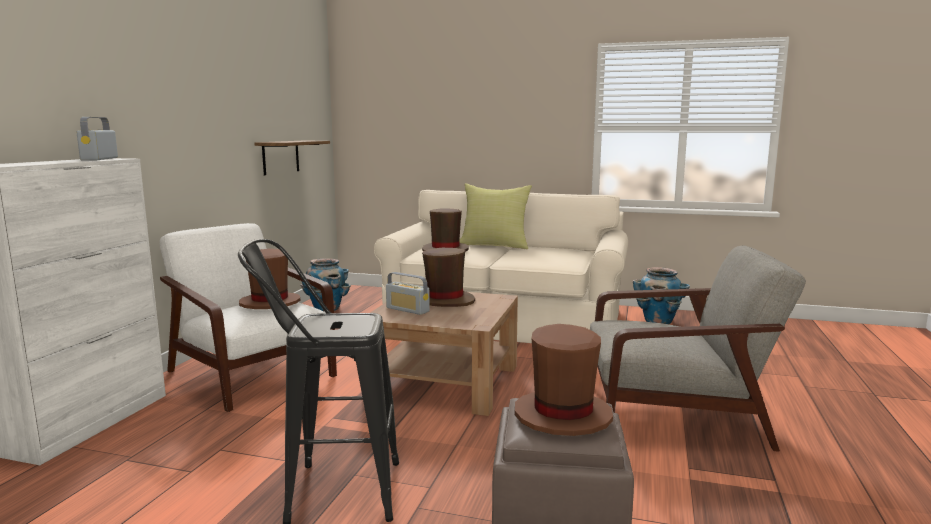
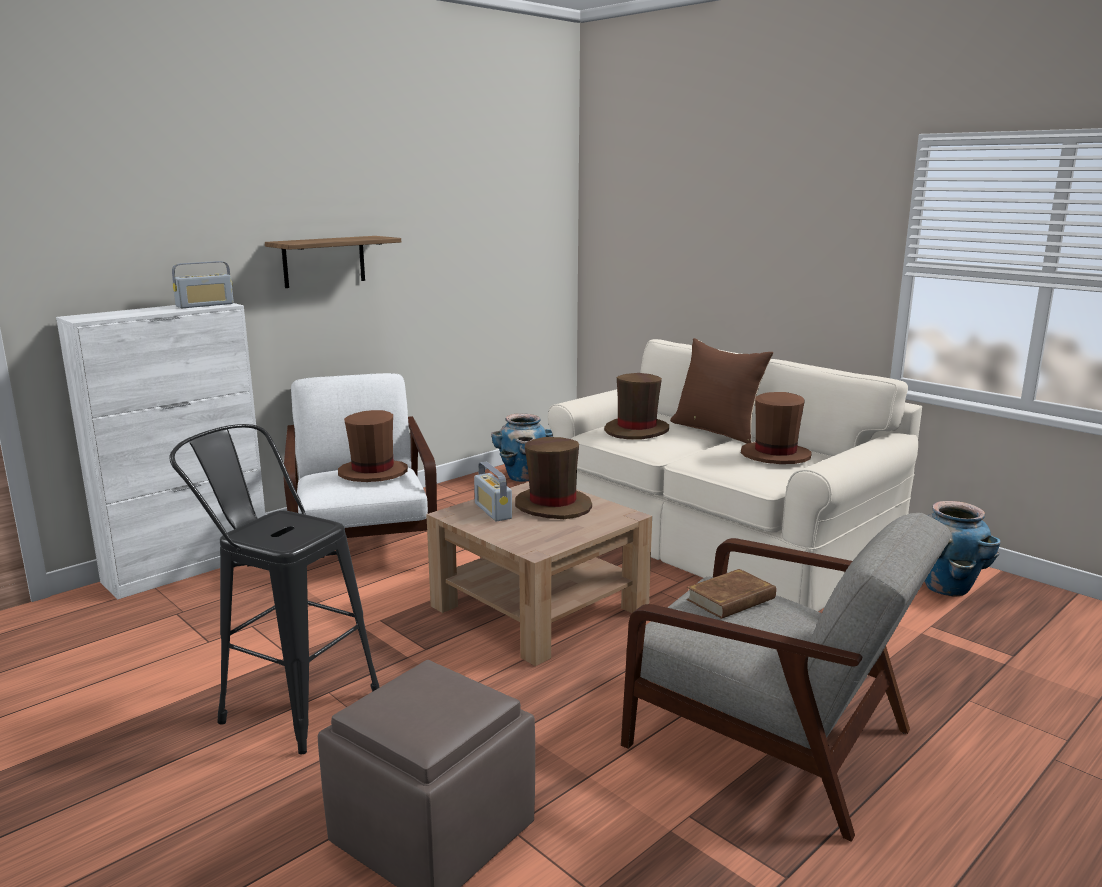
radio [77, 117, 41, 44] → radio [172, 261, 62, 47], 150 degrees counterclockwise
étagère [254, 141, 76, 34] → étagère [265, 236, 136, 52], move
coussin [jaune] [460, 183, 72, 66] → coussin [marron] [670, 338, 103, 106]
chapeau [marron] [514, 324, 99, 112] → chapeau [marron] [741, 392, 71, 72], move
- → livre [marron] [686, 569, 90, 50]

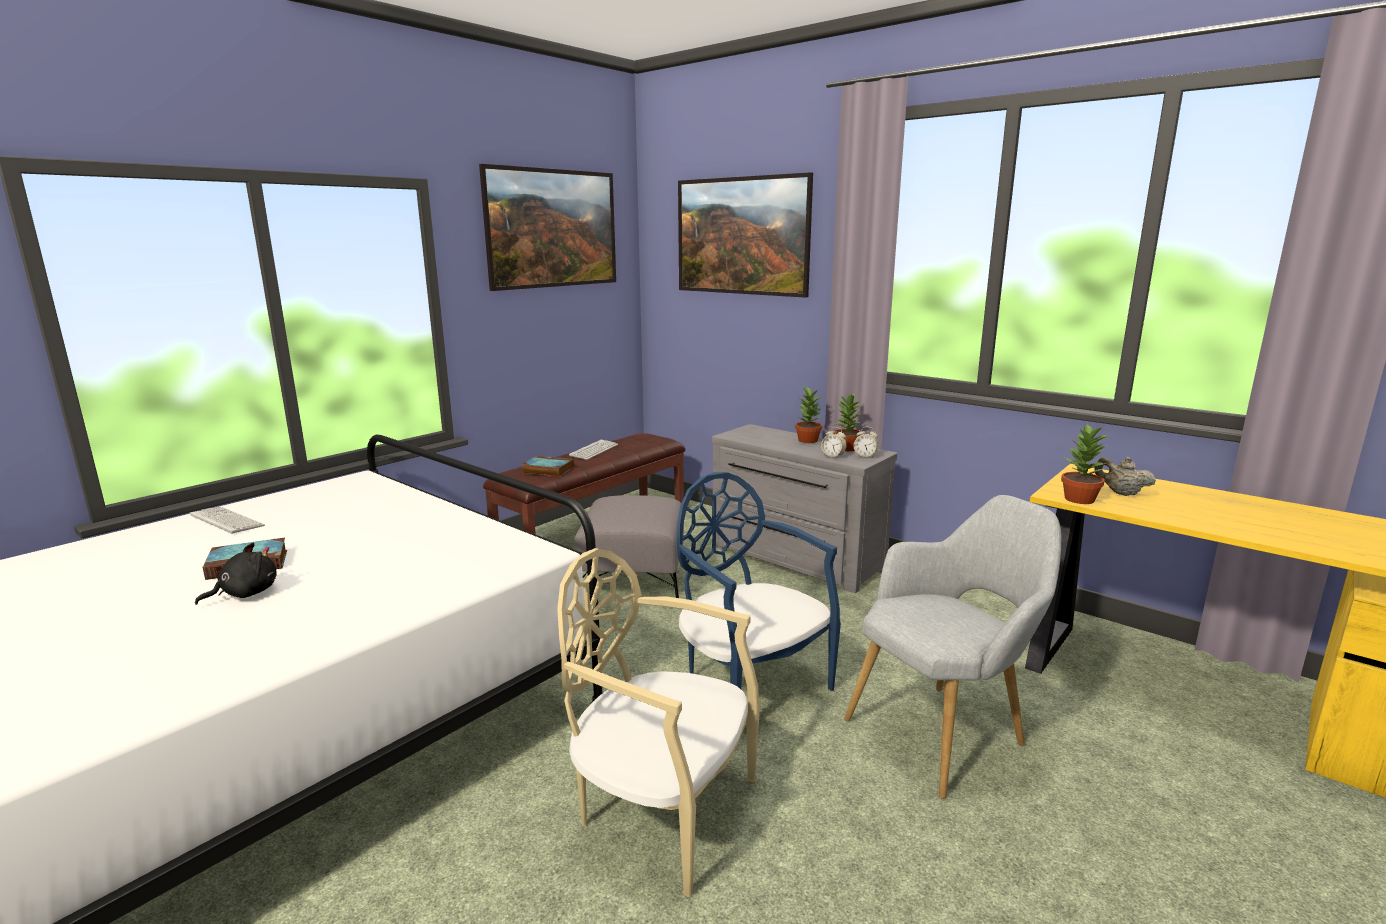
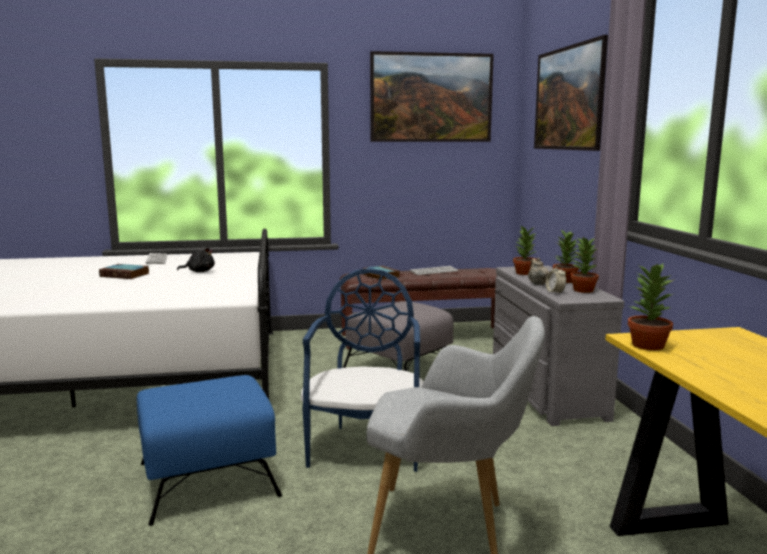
réveil [853, 427, 25, 31] → -
théière [beige] [1095, 457, 61, 39] → théière [beige] [528, 258, 21, 27], move
peluche [noir] [195, 543, 82, 62] → peluche [noir] [177, 248, 38, 24], move
chaise [beige] [557, 548, 203, 349] → pouf [bleu] [137, 375, 145, 151]
- → plante en pot [513, 226, 24, 49]

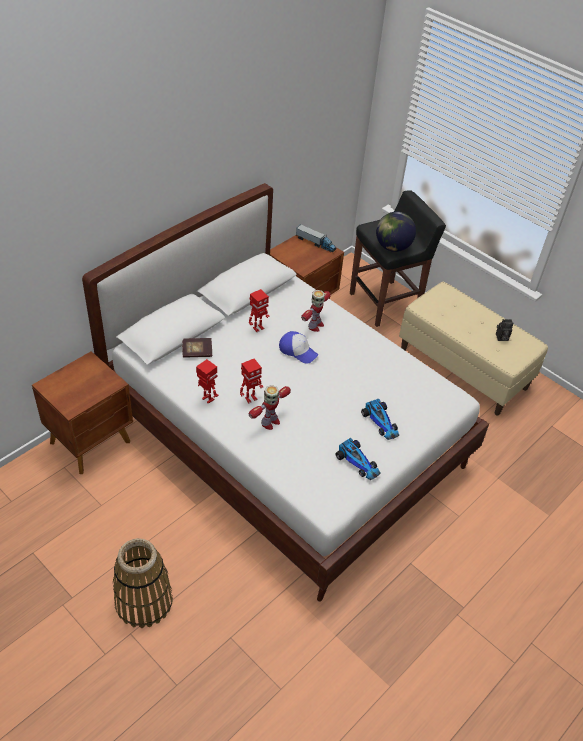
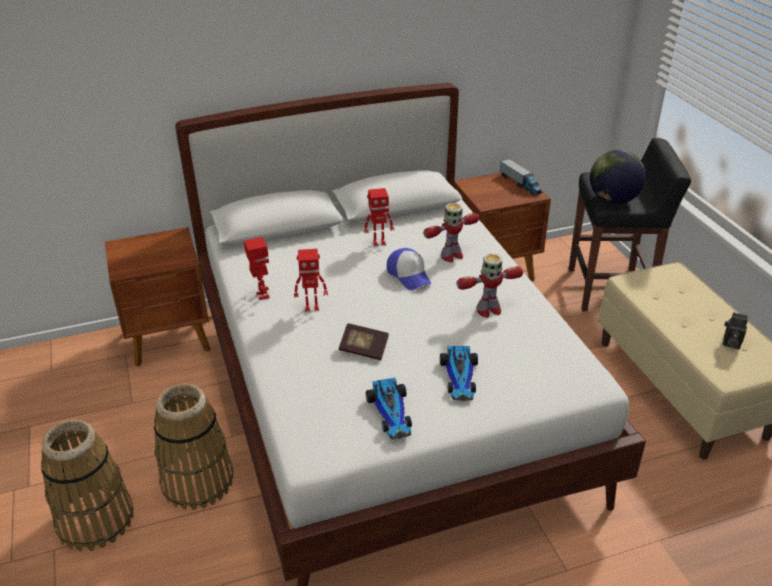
livre [182, 338, 30, 20] → livre [339, 323, 50, 37], move
robot jouet [249, 385, 42, 45] → robot jouet [457, 254, 66, 64], move
- → panier [154, 384, 80, 126]

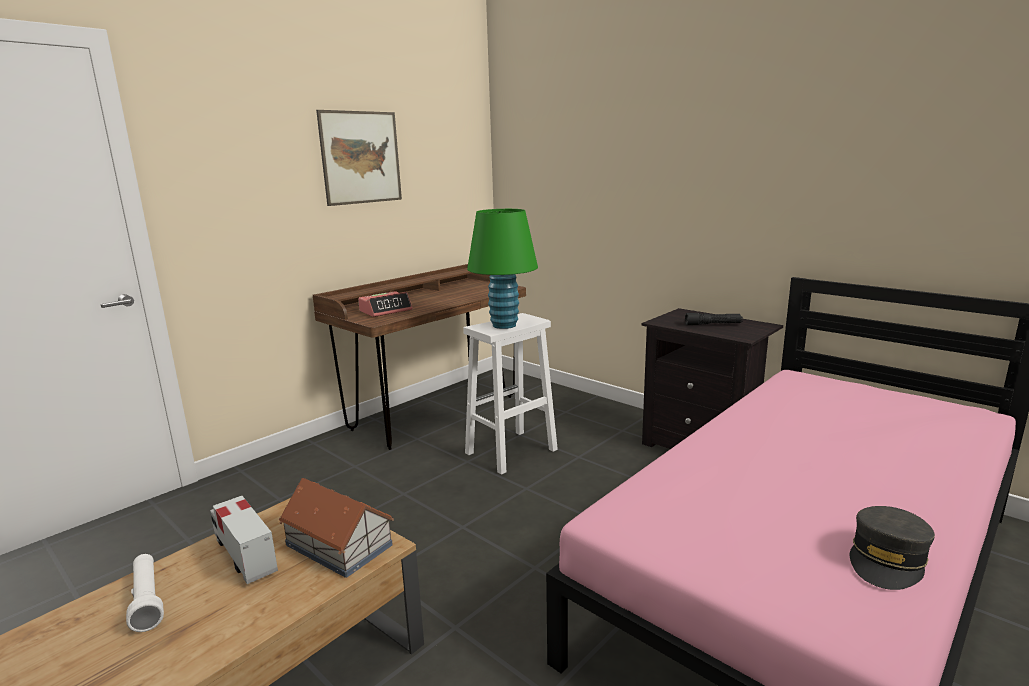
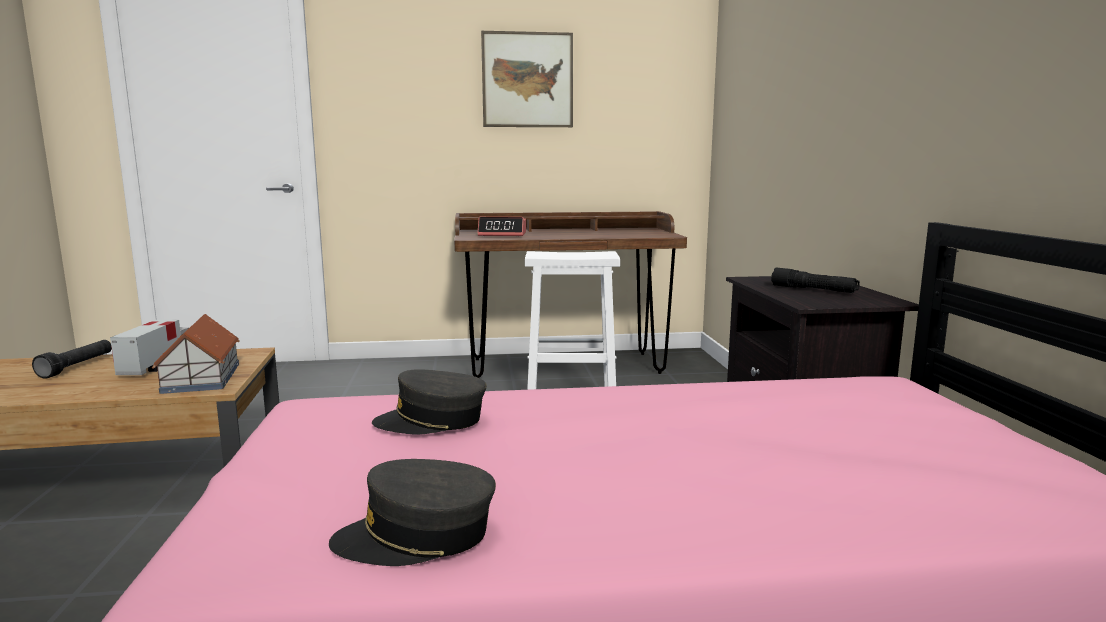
lampe de table [vert] [467, 209, 71, 120] → -
lampe de poche [blanc] [126, 554, 38, 78] → lampe de poche [noir] [32, 340, 80, 39]
- → casquette [gris] [372, 370, 115, 64]

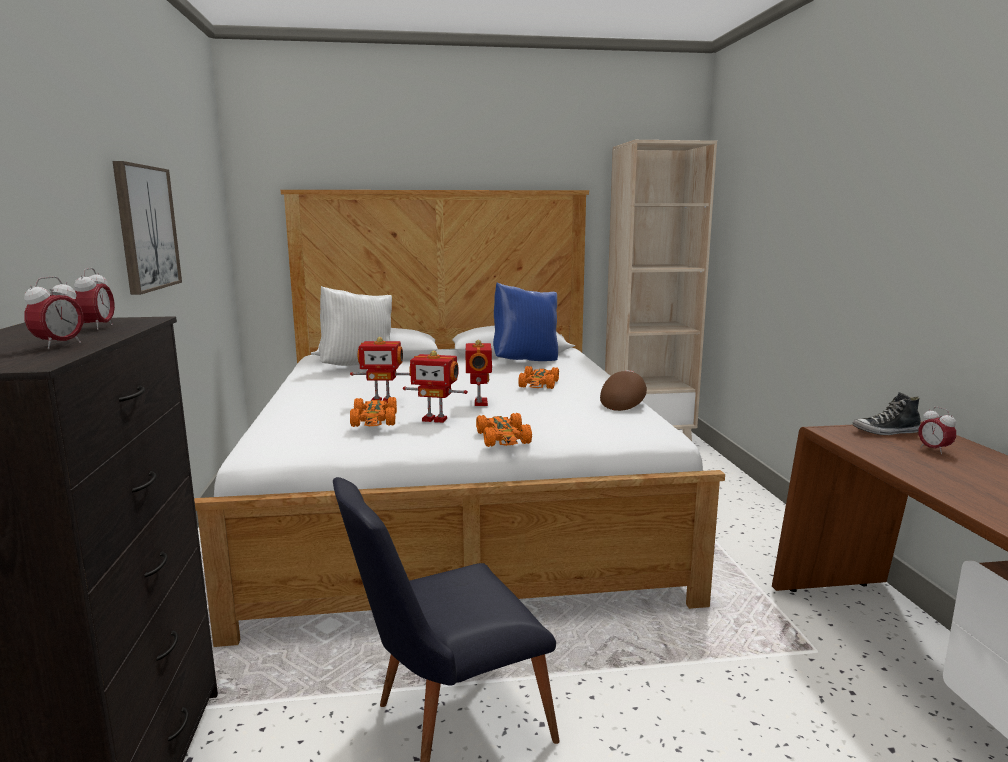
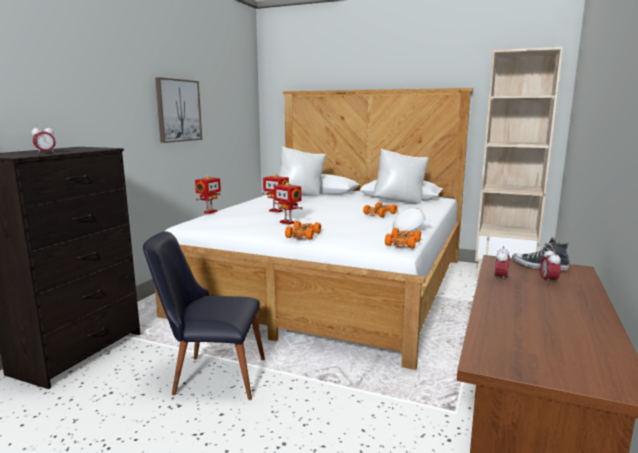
réveil [74, 268, 41, 62] → réveil [495, 245, 15, 37], move
coussin [bleu] [493, 283, 65, 78] → coussin [blanc] [374, 149, 55, 55]
robot jouet [465, 340, 27, 66] → robot jouet [195, 175, 26, 39], move
casquette [marron] [600, 370, 47, 41] → casquette [blanc] [393, 208, 38, 24]
petite voiture [orange] [350, 397, 47, 30] → petite voiture [orange] [385, 228, 36, 21], move

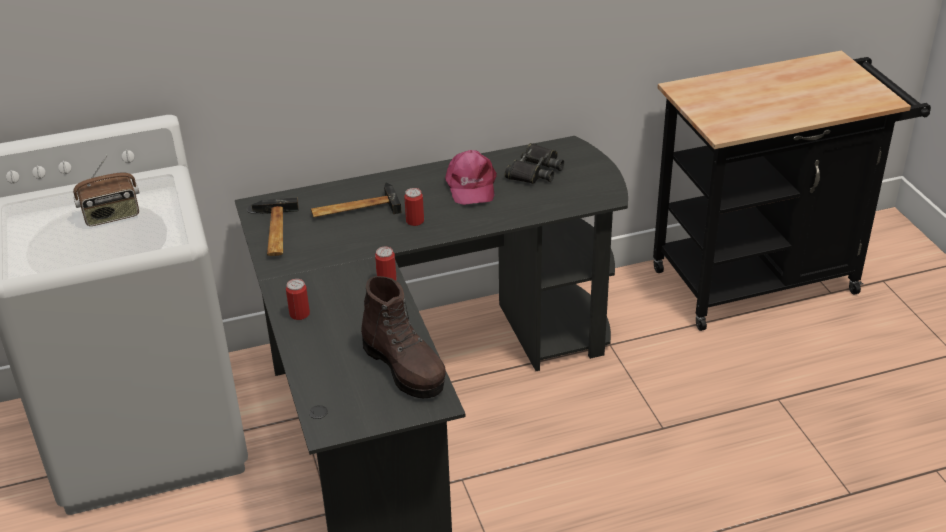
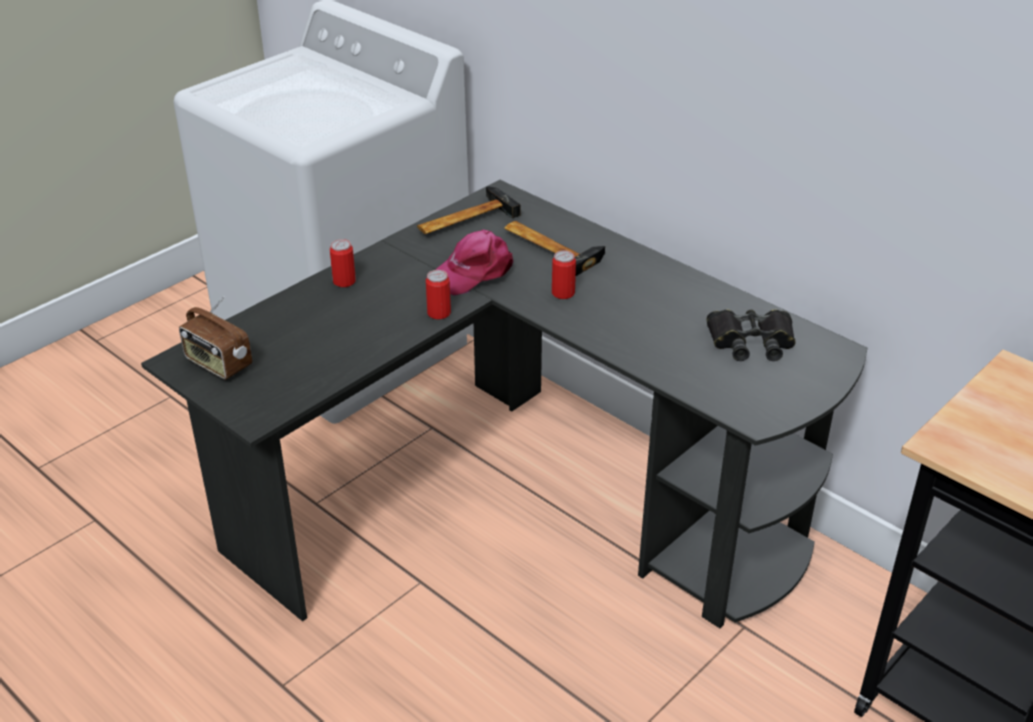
casquette [rose] [445, 150, 52, 55] → casquette [rose] [435, 230, 78, 66], move
radio [73, 155, 66, 71] → radio [179, 296, 73, 84], move
botte [marron] [361, 276, 85, 122] → -

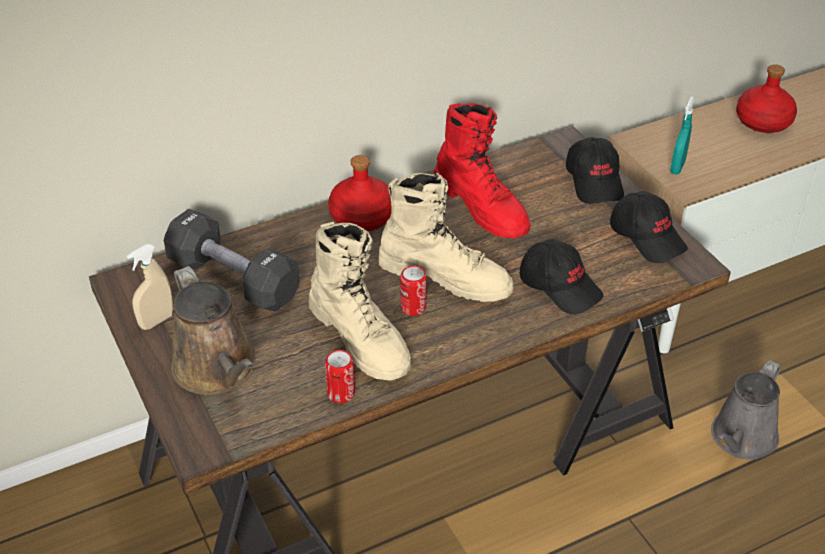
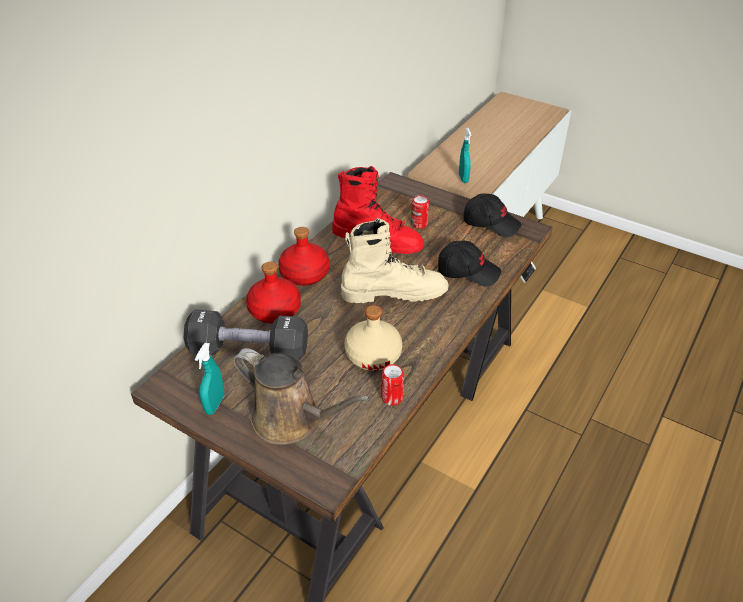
bouteille [rouge] [736, 64, 61, 69] → bouteille [rouge] [246, 262, 55, 62], move
casquette [noir] [566, 137, 58, 67] → -
botte [beige] [308, 222, 103, 159] → bouteille [beige] [344, 305, 58, 66]
vaporisateur [beige] [127, 244, 46, 86] → vaporisateur [turquoise] [195, 343, 29, 72]
boîte métallique [400, 266, 27, 50] → boîte métallique [411, 195, 18, 34], move
arrosoir [gris] [711, 360, 70, 100] → -

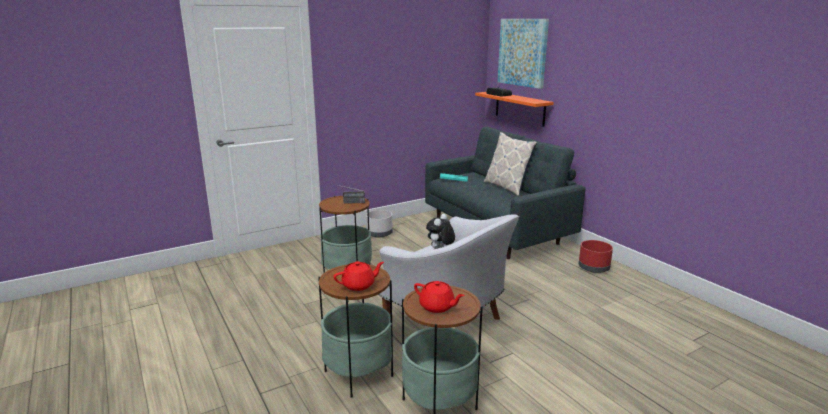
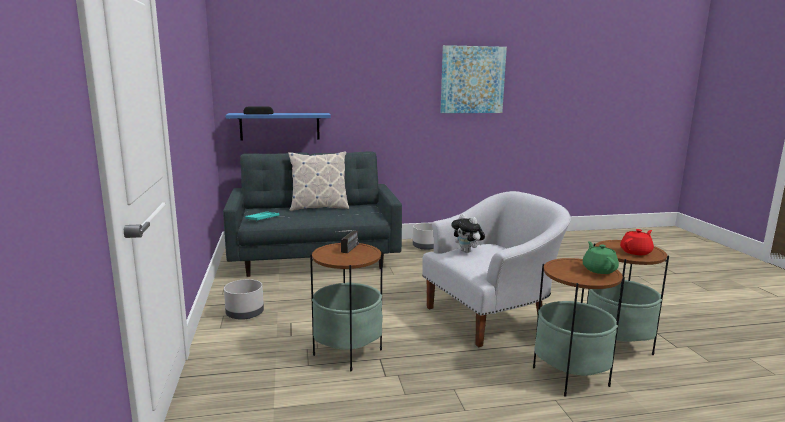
tableau [498, 19, 51, 70] → tableau [440, 45, 67, 68], move
étagère [orange] [475, 92, 79, 34] → étagère [bleu] [226, 113, 105, 27]
cache-pot [rouge] [579, 240, 34, 33] → cache-pot [gris] [413, 223, 21, 27]
théière [rouge] [334, 261, 50, 30] → théière [vert] [583, 241, 36, 33]

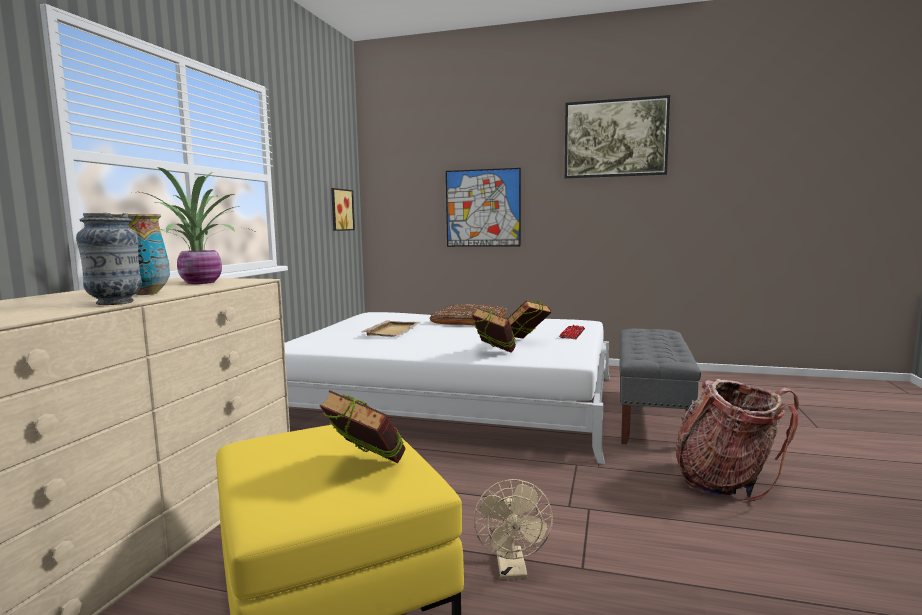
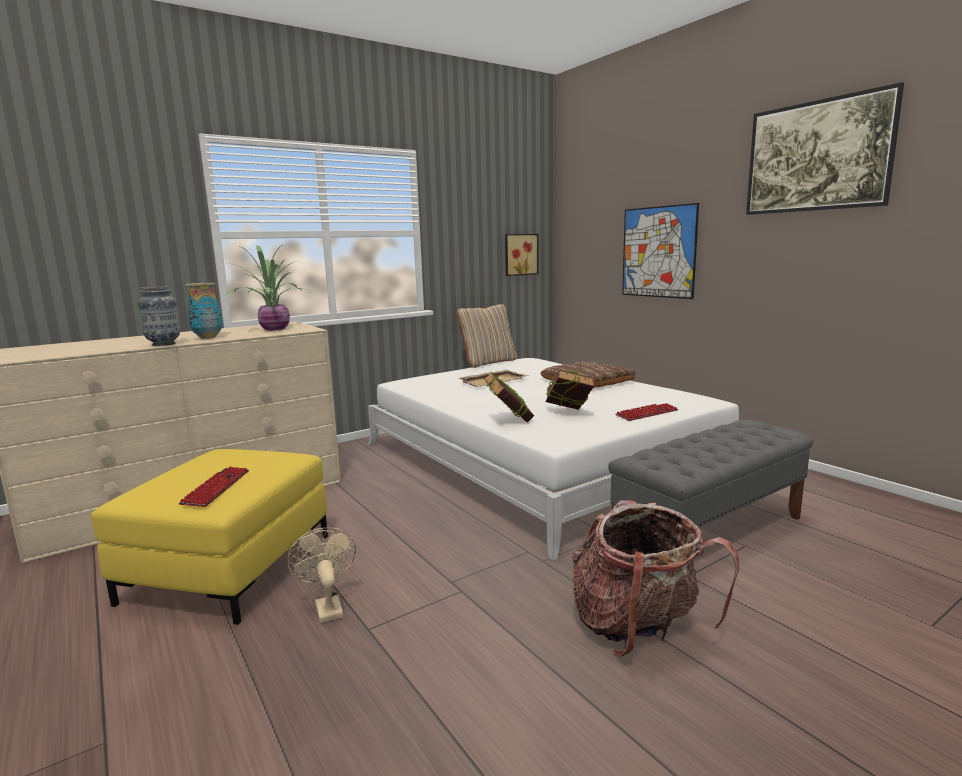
livre [320, 390, 86, 73] → clavier [179, 467, 70, 40]
ventilateur [beige] [474, 479, 79, 100] → ventilateur [beige] [287, 527, 69, 96], 120 degrees clockwise
- → coussin [beige] [457, 304, 60, 64]

